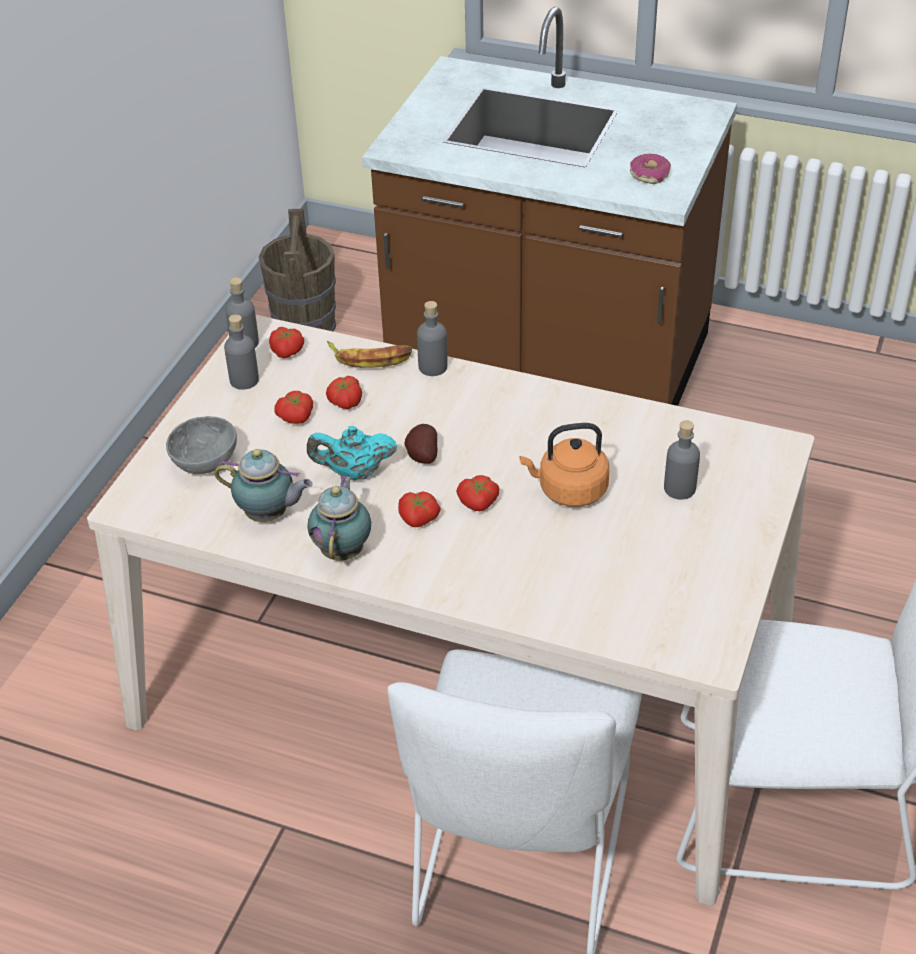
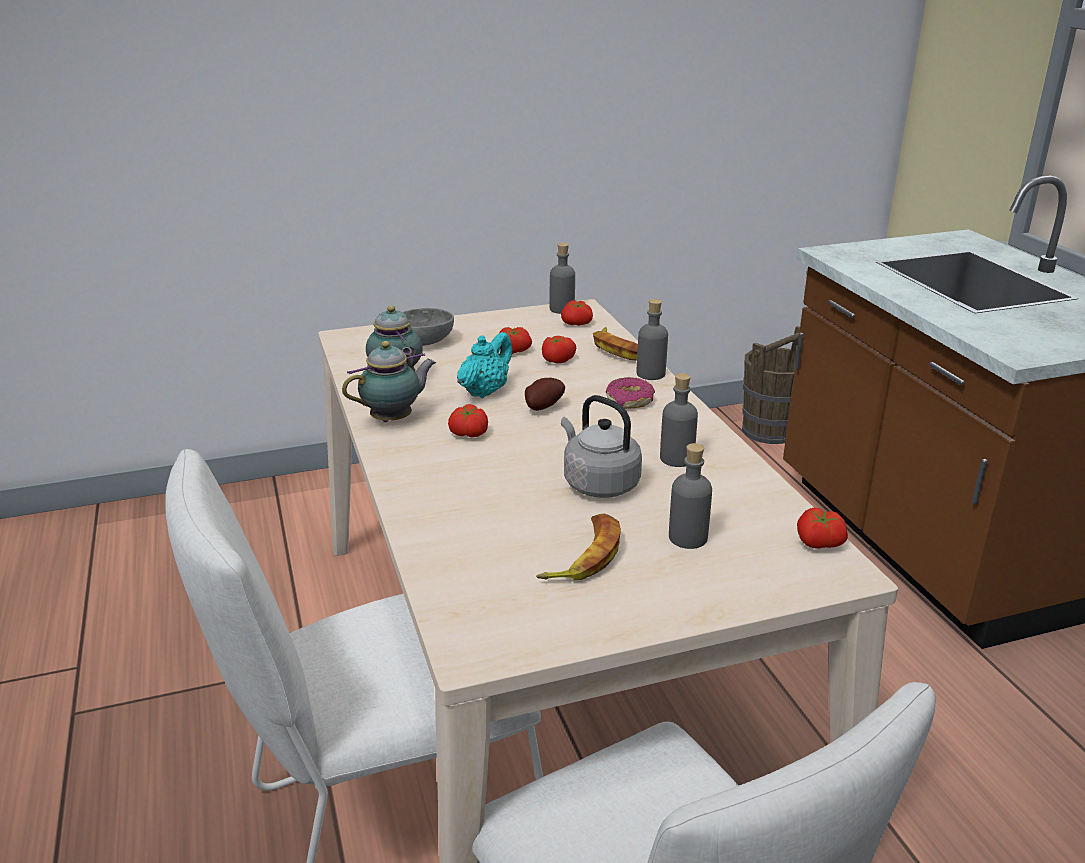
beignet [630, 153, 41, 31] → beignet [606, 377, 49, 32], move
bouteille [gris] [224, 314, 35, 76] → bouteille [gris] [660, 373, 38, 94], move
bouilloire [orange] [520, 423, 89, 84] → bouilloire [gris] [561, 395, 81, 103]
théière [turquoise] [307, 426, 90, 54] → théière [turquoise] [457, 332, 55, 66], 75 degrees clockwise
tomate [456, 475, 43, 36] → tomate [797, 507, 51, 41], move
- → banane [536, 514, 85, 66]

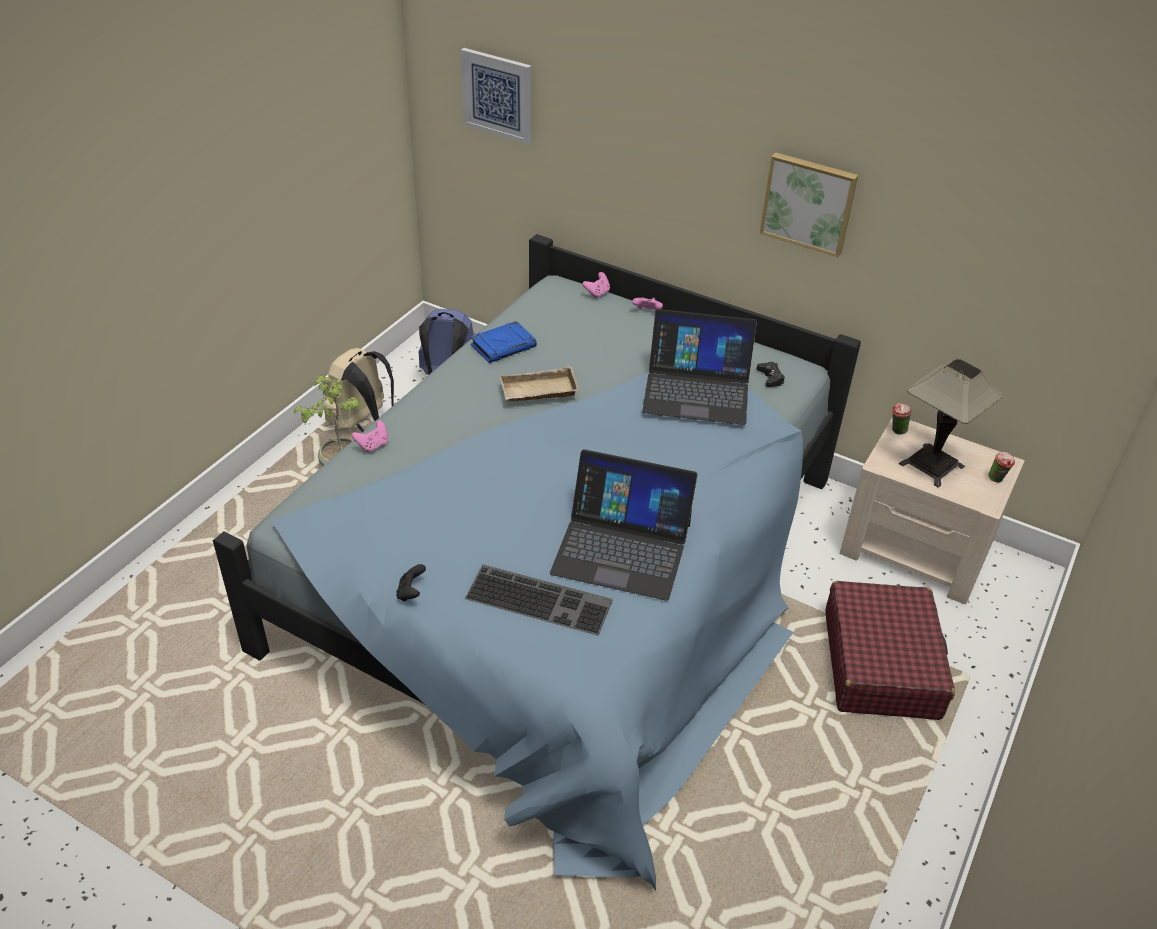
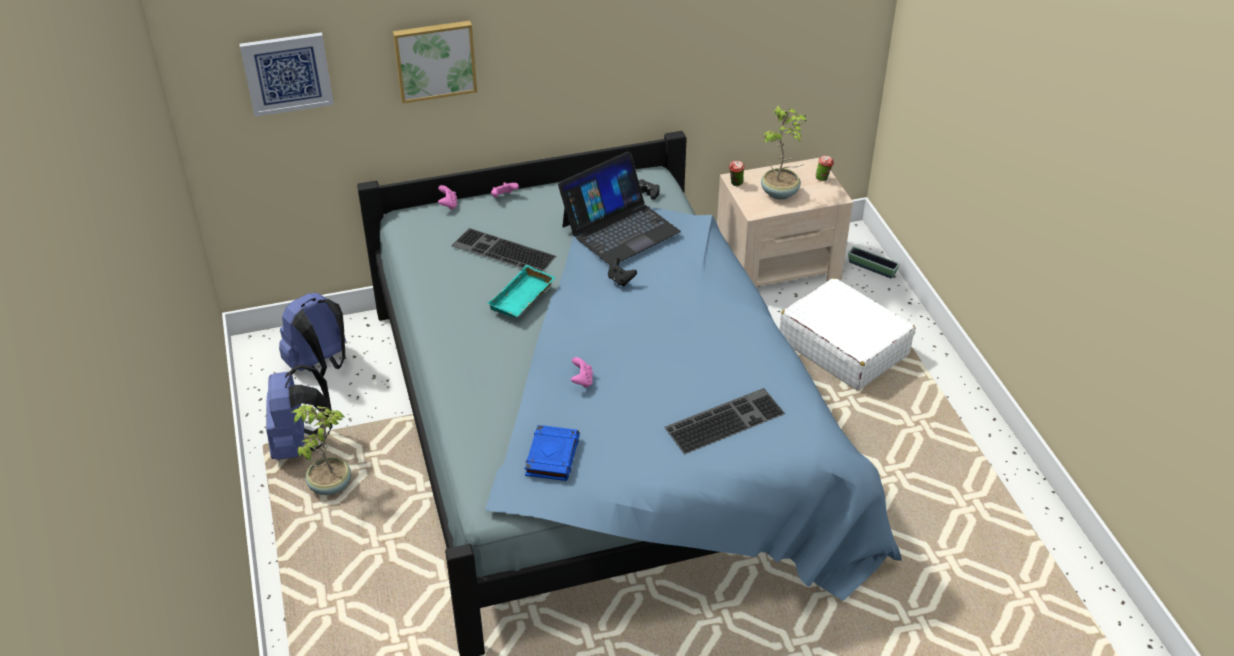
tableau [760, 153, 98, 104] → tableau [393, 20, 84, 84], move
livre [bleu] [470, 321, 67, 42] → livre [bleu] [525, 425, 55, 56], move
sac à dos [beige] [324, 348, 70, 84] → sac à dos [bleu] [266, 364, 67, 96]
lampe de table [899, 359, 104, 129] → plante en pot [761, 105, 46, 95]
plateau [beige] [500, 366, 79, 35] → plateau [turquoise] [487, 265, 69, 53]
manette [rose] [352, 420, 36, 32] → manette [rose] [571, 357, 22, 31], move
ordinateur portable [550, 449, 148, 152] → -
manette [noir] [396, 564, 30, 37] → manette [noir] [608, 258, 29, 28], move
valise [rouge] [825, 581, 130, 139] → valise [blanc] [779, 278, 136, 112]
- → clavier [451, 228, 105, 44]
- → cache-pot [848, 246, 52, 32]

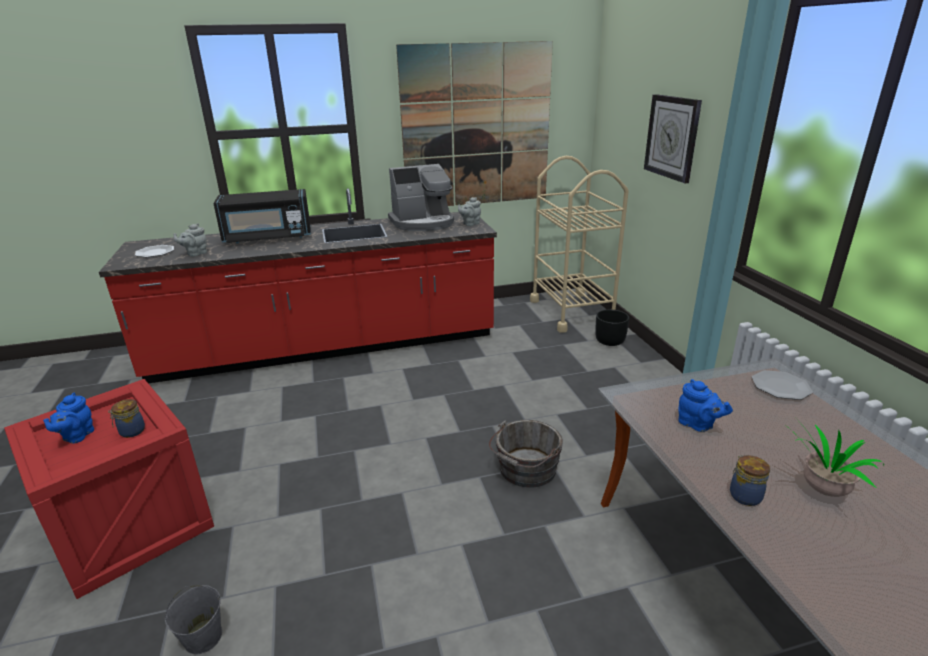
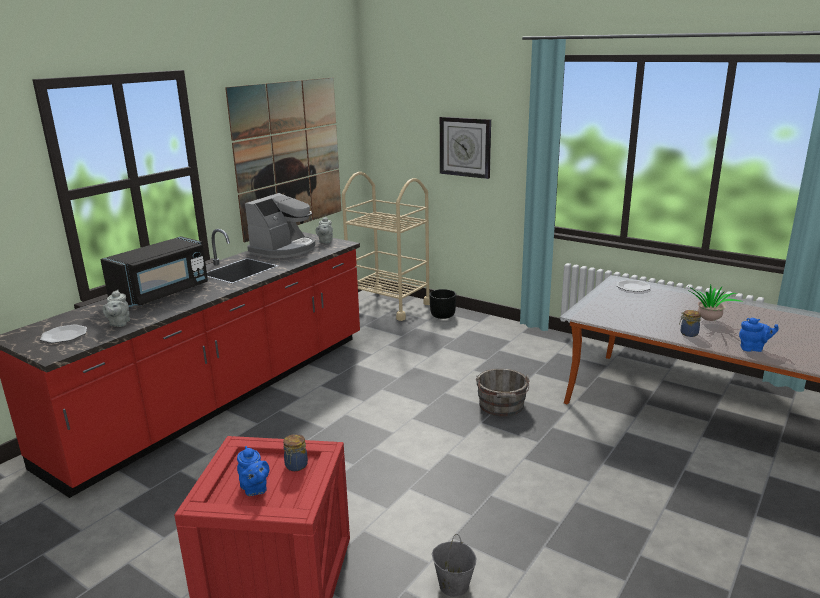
théière [bleu] [678, 379, 55, 53] → théière [bleu] [739, 318, 40, 34], move

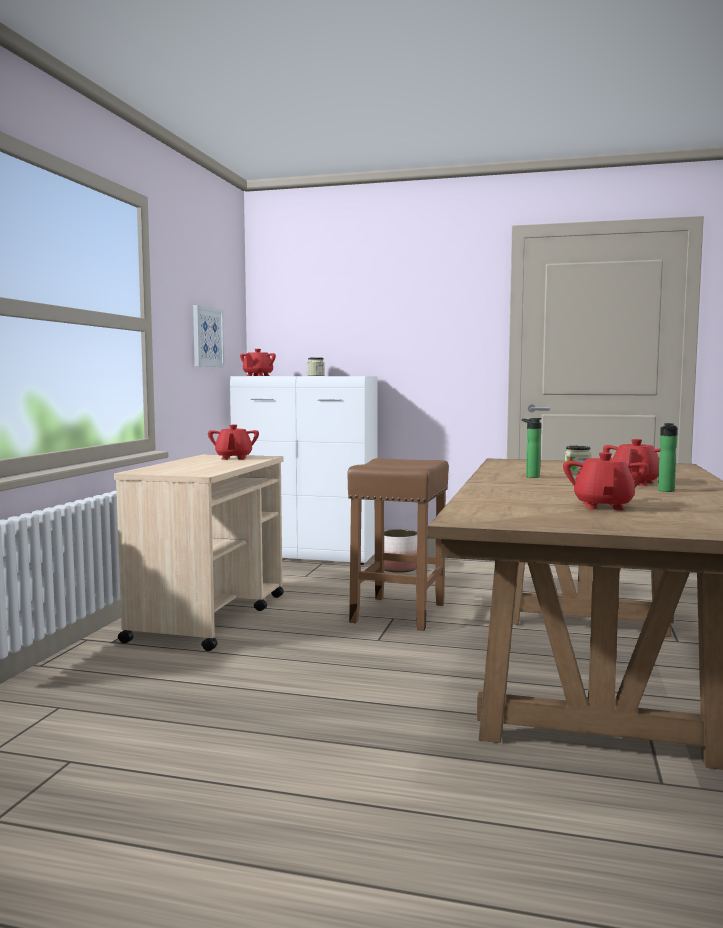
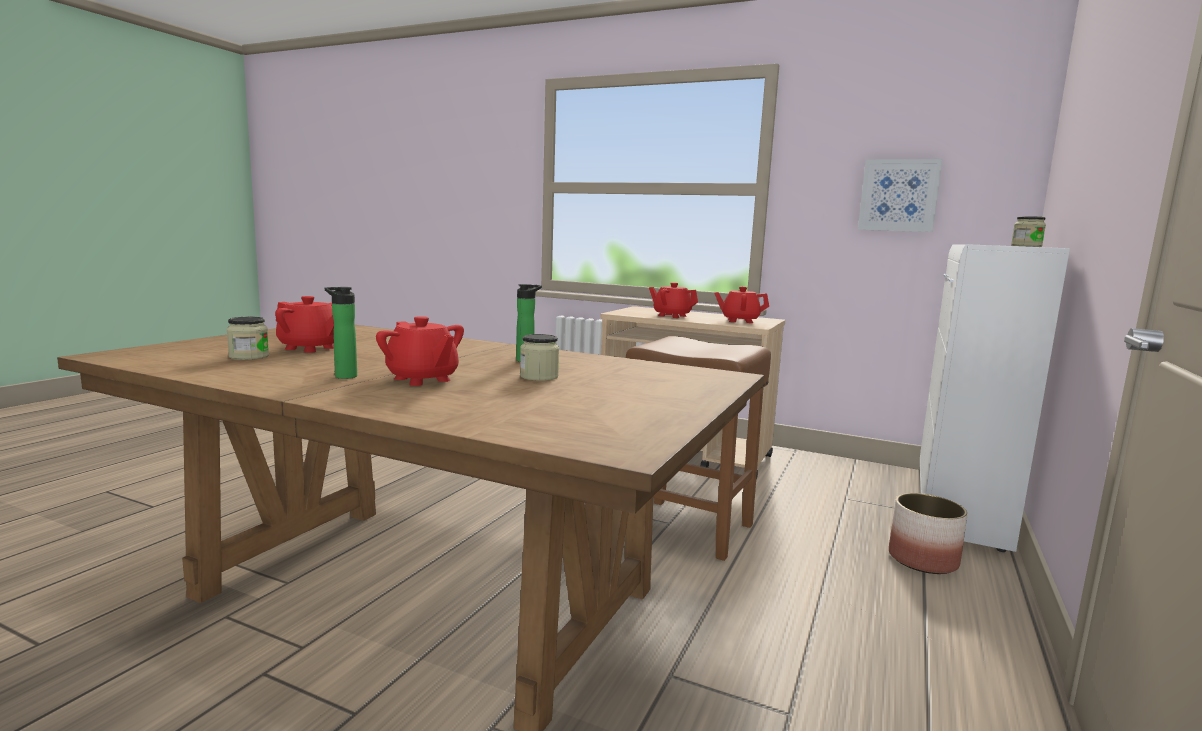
théière [rouge] [240, 349, 36, 27] → théière [rouge] [649, 283, 49, 35], move
- → bocal [227, 317, 42, 43]

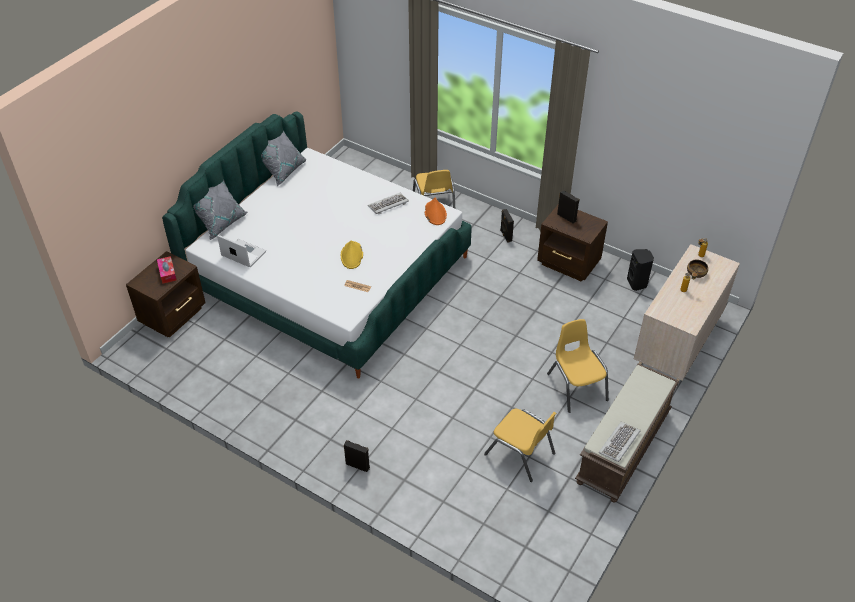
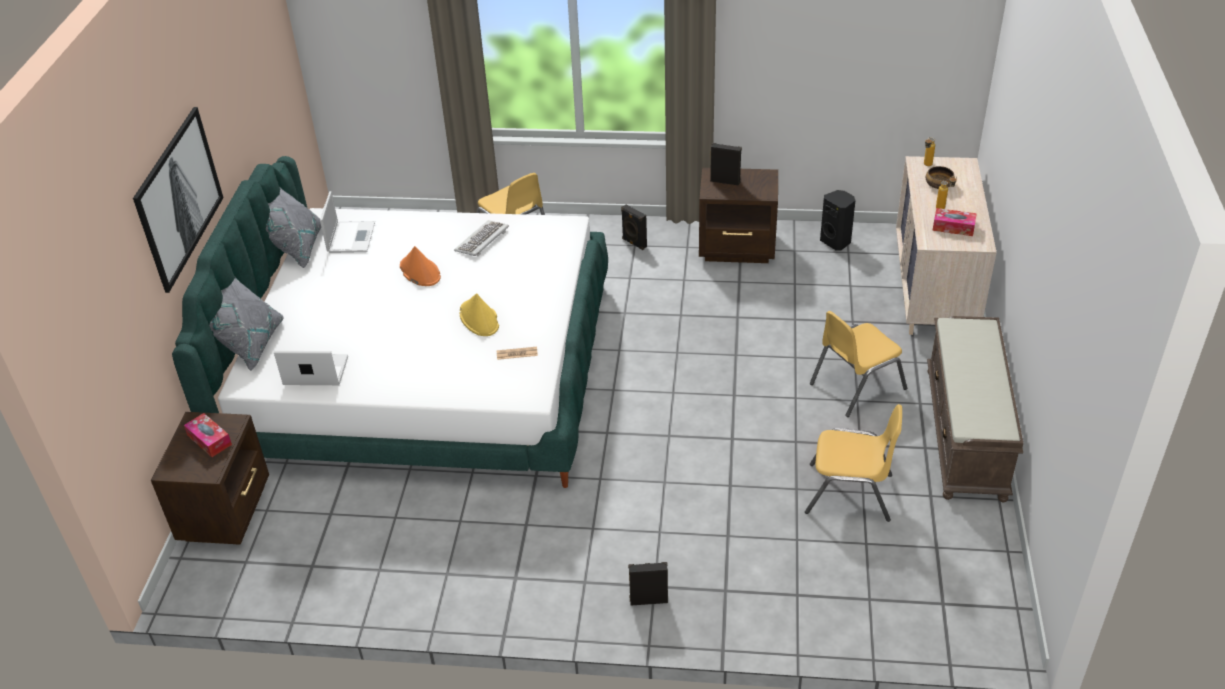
chapeau [orange] [425, 198, 22, 27] → chapeau [orange] [400, 246, 41, 40], move
chaise [jaune] [547, 319, 62, 94] → chaise [jaune] [810, 311, 97, 106], 75 degrees counterclockwise
clavier [599, 422, 42, 40] → -
- → tableau [133, 107, 91, 186]
- → ordinateur portable [320, 191, 55, 62]
- → boîte à mouchoirs [933, 208, 44, 28]

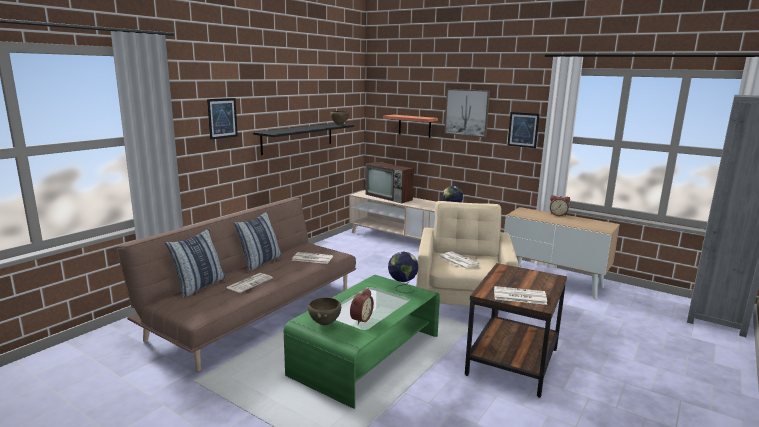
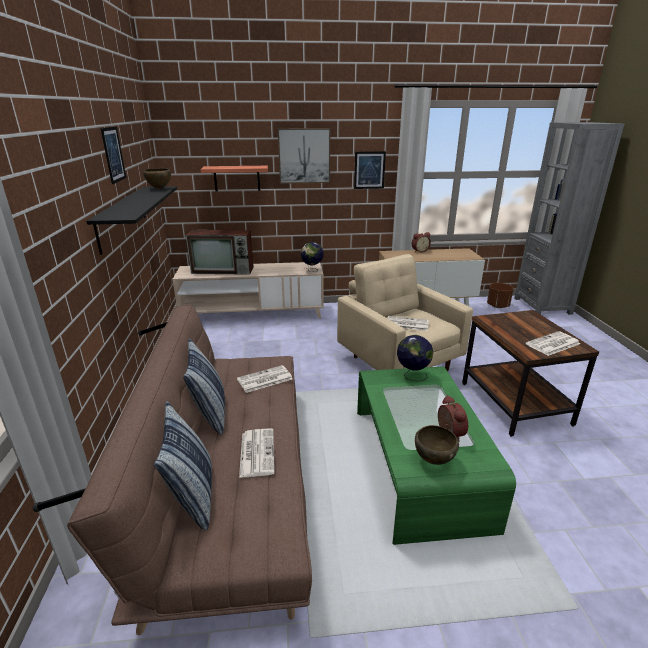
tableau [207, 98, 31, 42] → tableau [101, 126, 25, 58], move
- → cache-pot [marron] [487, 283, 27, 25]

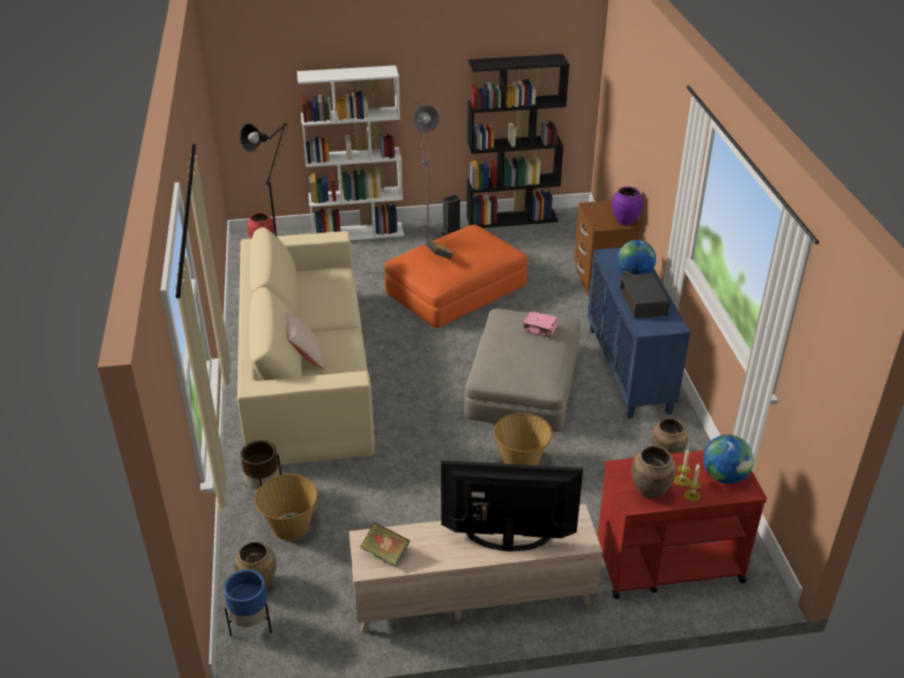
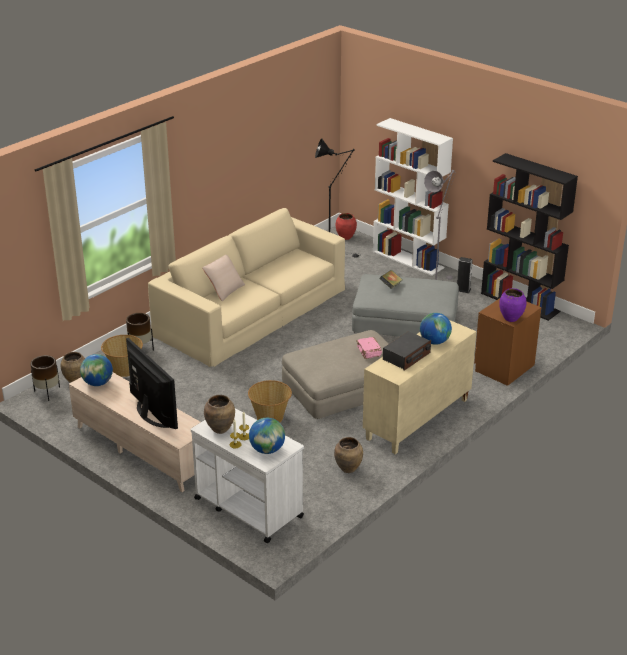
pouf [orange] [385, 225, 142, 103] → pouf [gris] [352, 274, 107, 63]
meuble de rangement [bleu] [587, 248, 103, 171] → meuble de rangement [beige] [363, 320, 113, 134]
chariot [rouge] [597, 450, 170, 149] → chariot [blanc] [191, 408, 113, 135]
livre [361, 522, 49, 45] → globe [80, 354, 33, 32]
cache-pot [bleu] [224, 569, 48, 67] → cache-pot [marron] [31, 355, 29, 46]

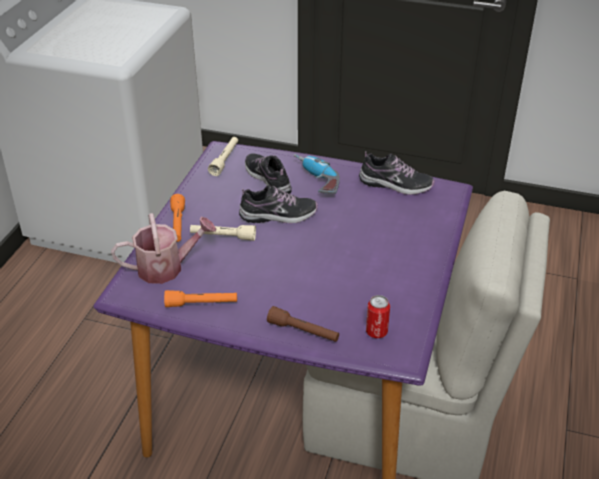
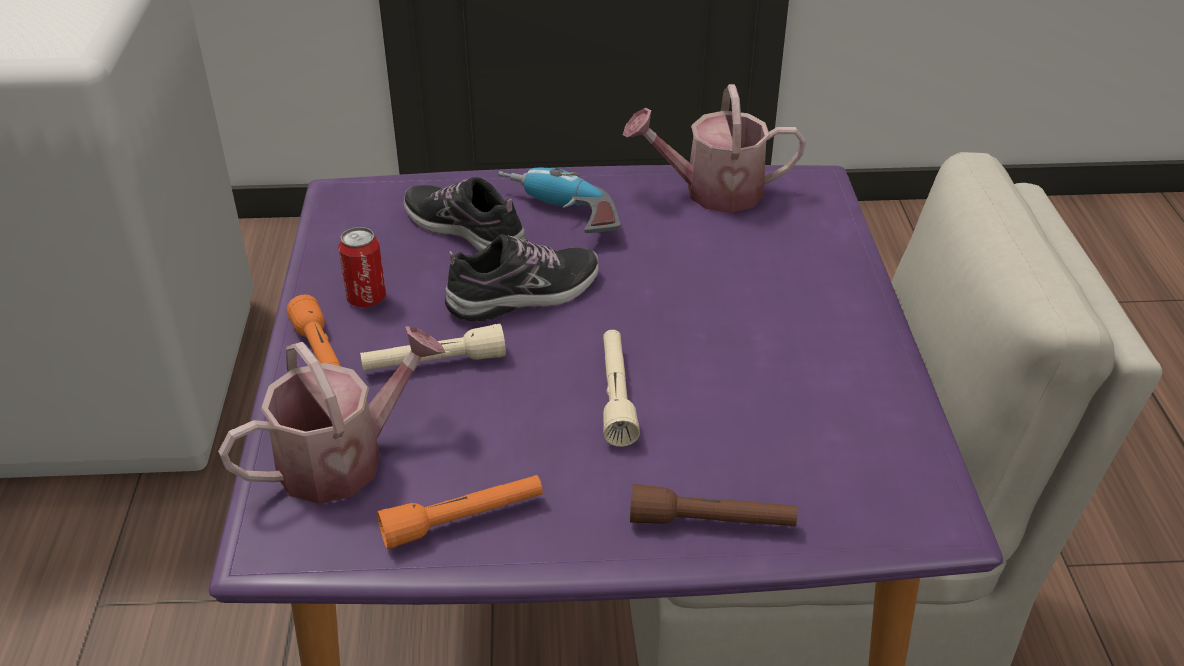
lampe de poche [beige] [208, 137, 30, 39] → lampe de poche [beige] [603, 330, 37, 117], move
chaussure [359, 151, 76, 44] → arrosoir [623, 84, 183, 129]
boîte métallique [366, 295, 24, 43] → boîte métallique [338, 227, 48, 80], move

